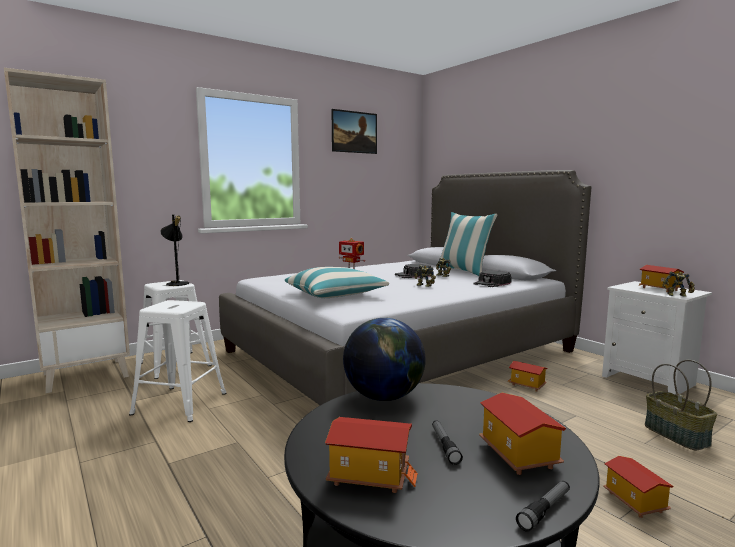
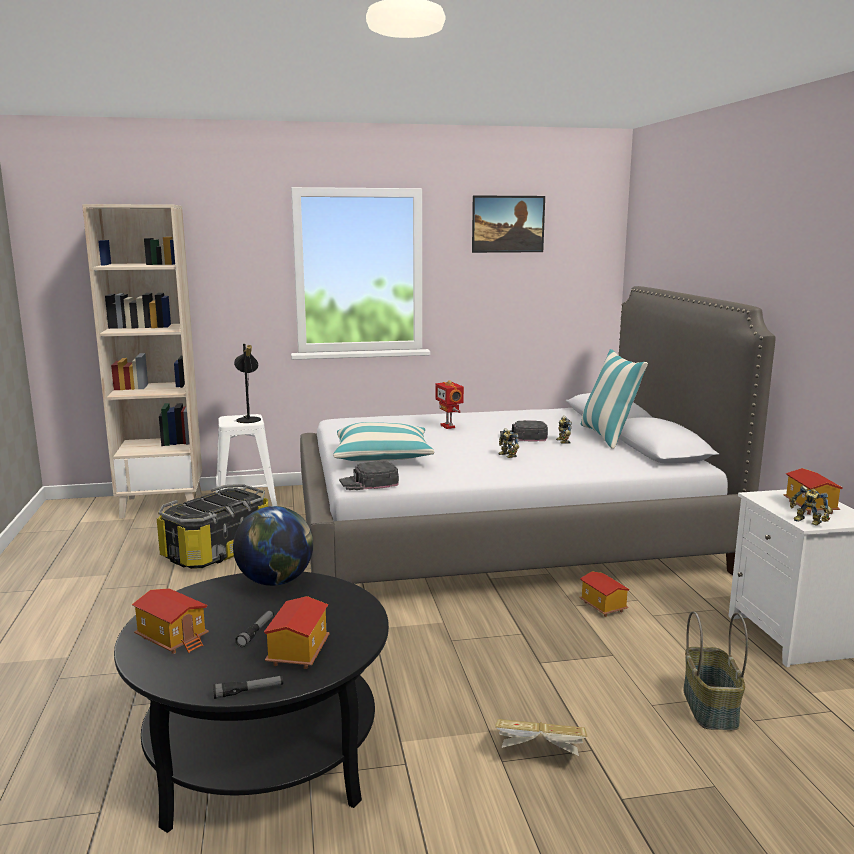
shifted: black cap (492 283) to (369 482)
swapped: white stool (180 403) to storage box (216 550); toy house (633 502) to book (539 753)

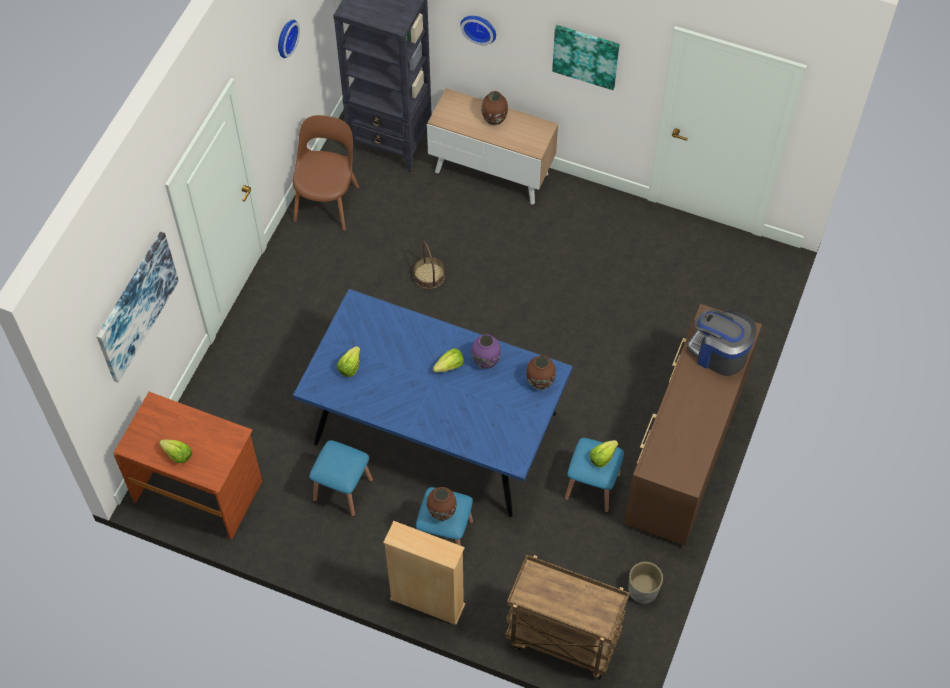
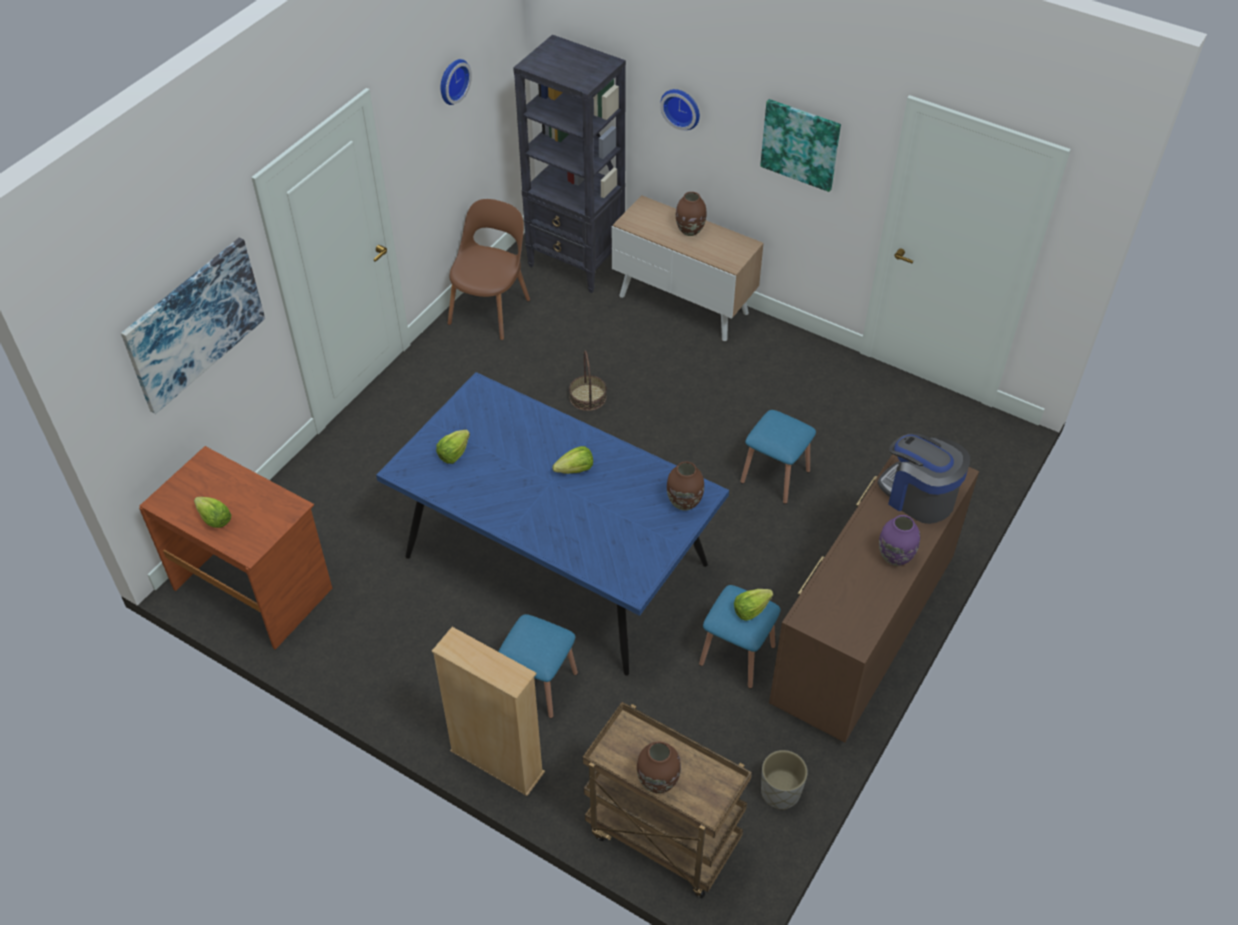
shifted: blue stool (343 490) to (775 476); brown vase (441 512) to (657 781); purple vase (485 361) to (894 556)

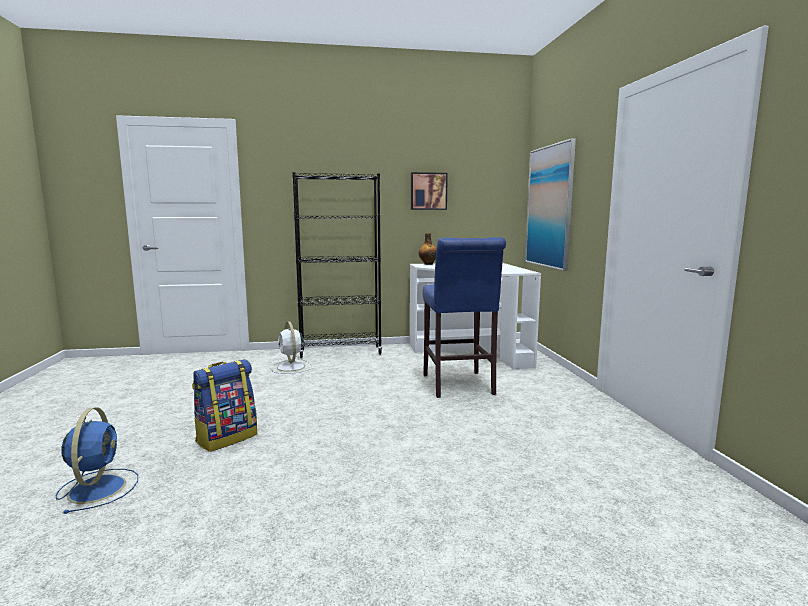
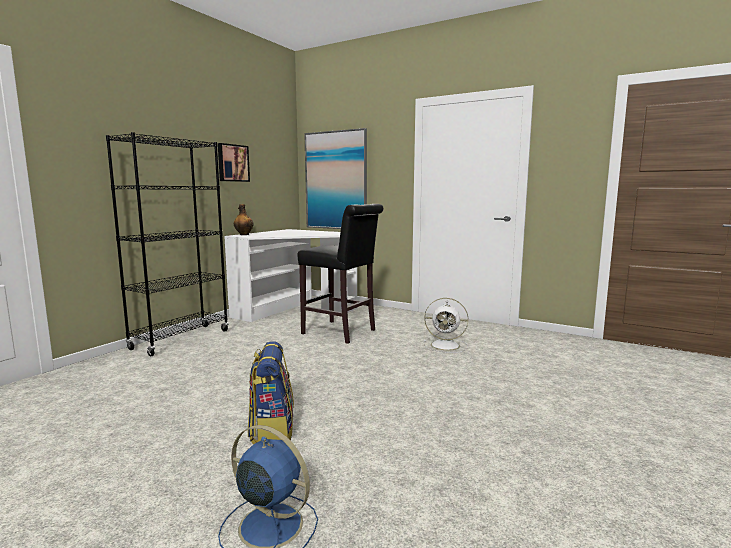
shifted: white fan (291 367) to (446 345)
repainted: blue stool (458 386) to black stool (342 333)

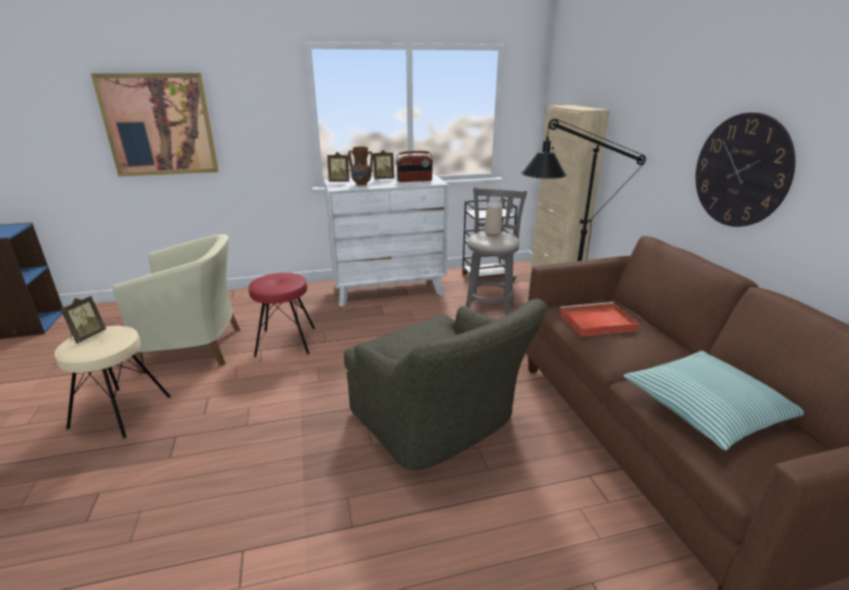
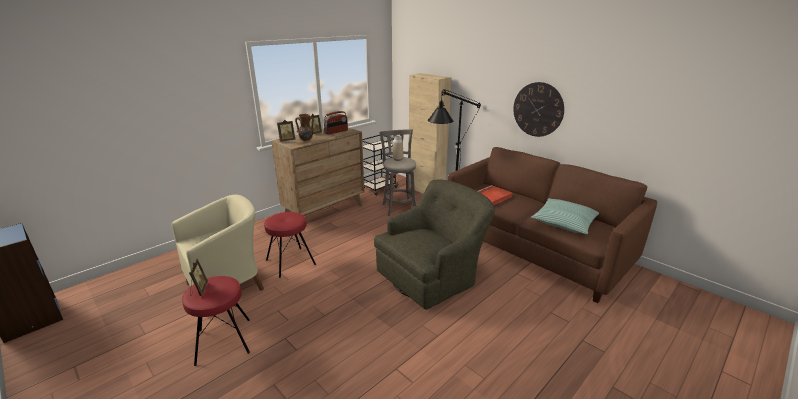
gone: picture (159 125)
repainted: beige stool (121 411) to red stool (223 341); white dresser (388 290) to brown dresser (324 211)
rotated: green armchair (440 424) = (432 275) 60 degrees counterclockwise

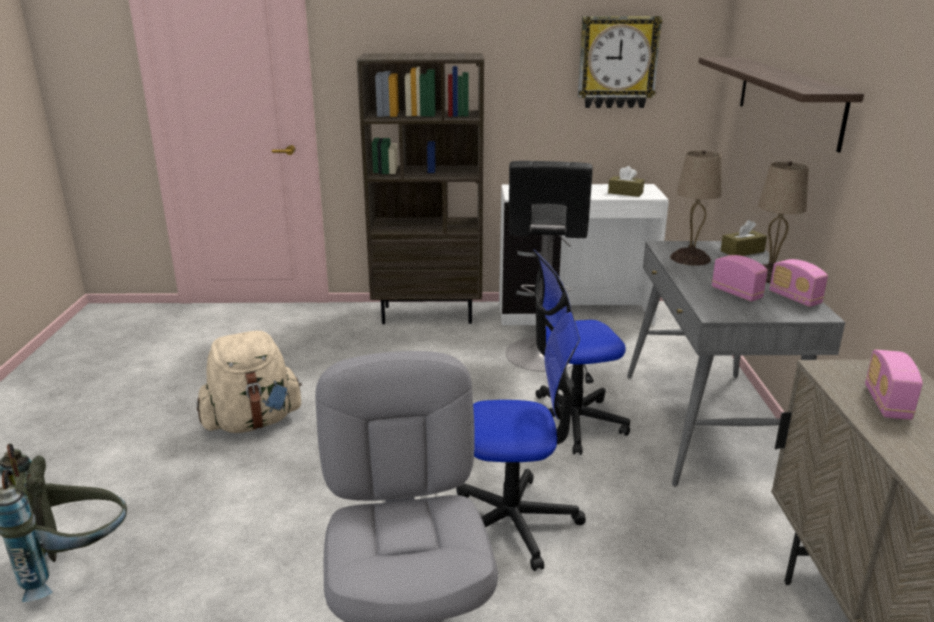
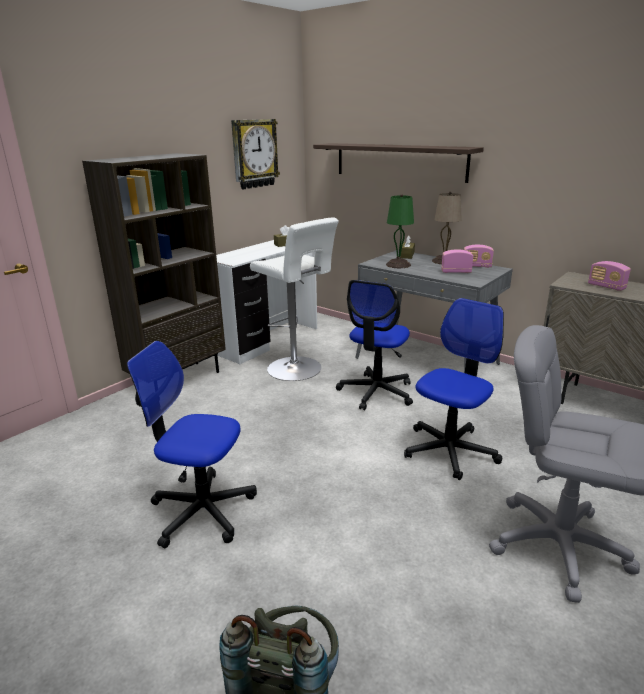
swapped: beige backpack (253 422) to office chair (202 510)
repainted: black stool (542 357) to white stool (297 369); beige table lamp (691 258) to green table lamp (398 264)

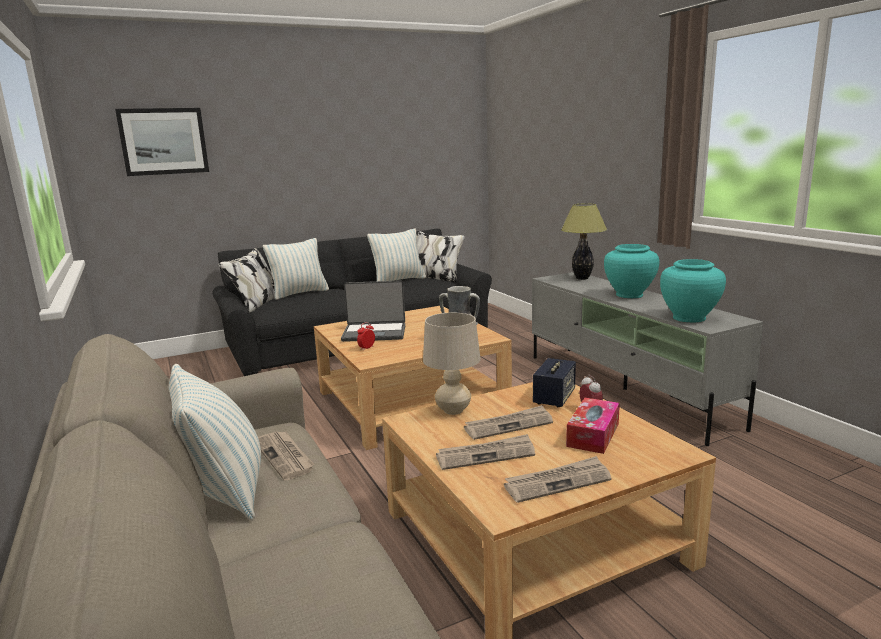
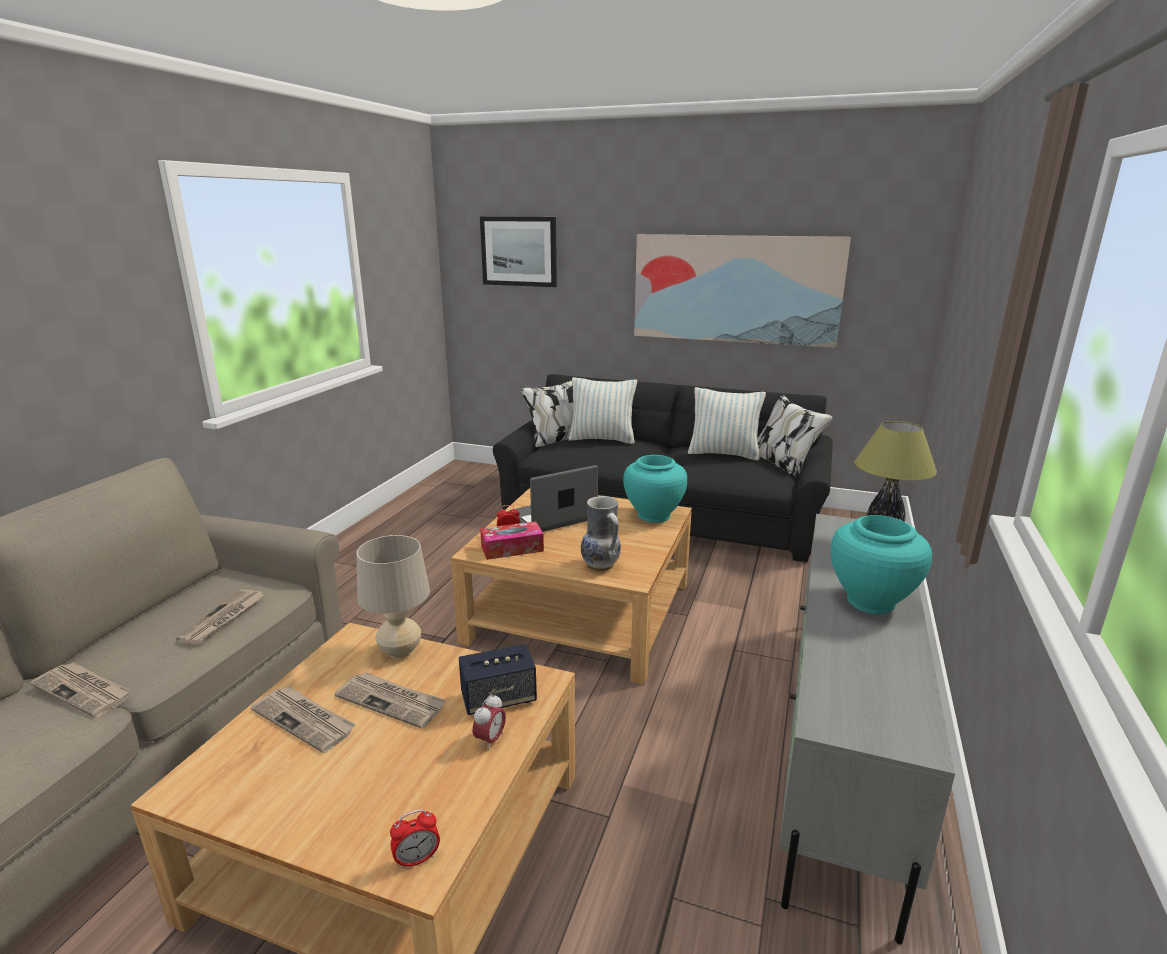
gone: pillow (222 491)
new: alarm clock (417 859); picture (735 289)
shifted: newspaper (557 482) to (84 691); tissue box (593 434) to (512 548); turquoise vase (689 318) to (653 516)
rotated: laptop (374 333) = (553 518) 105 degrees clockwise

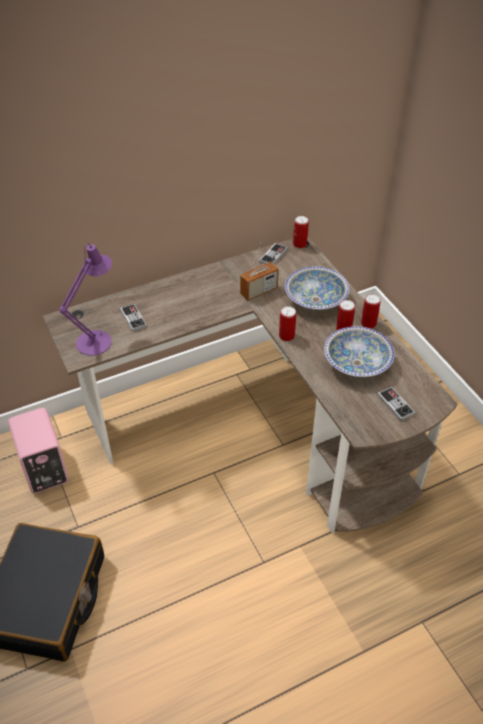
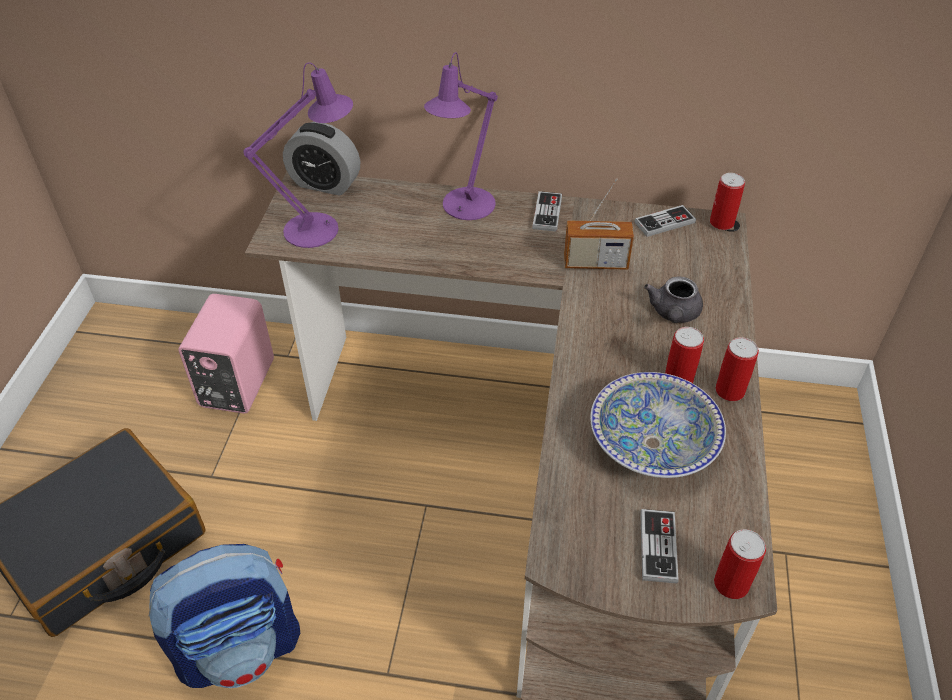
new: backpack (241 647); alarm clock (325 184); purple table lamp (464 208)
shifted: game controller (133 318) to (547 213); can (286 336) to (731 584)
swapped: bowl (316 300) to grey teapot (673 314)

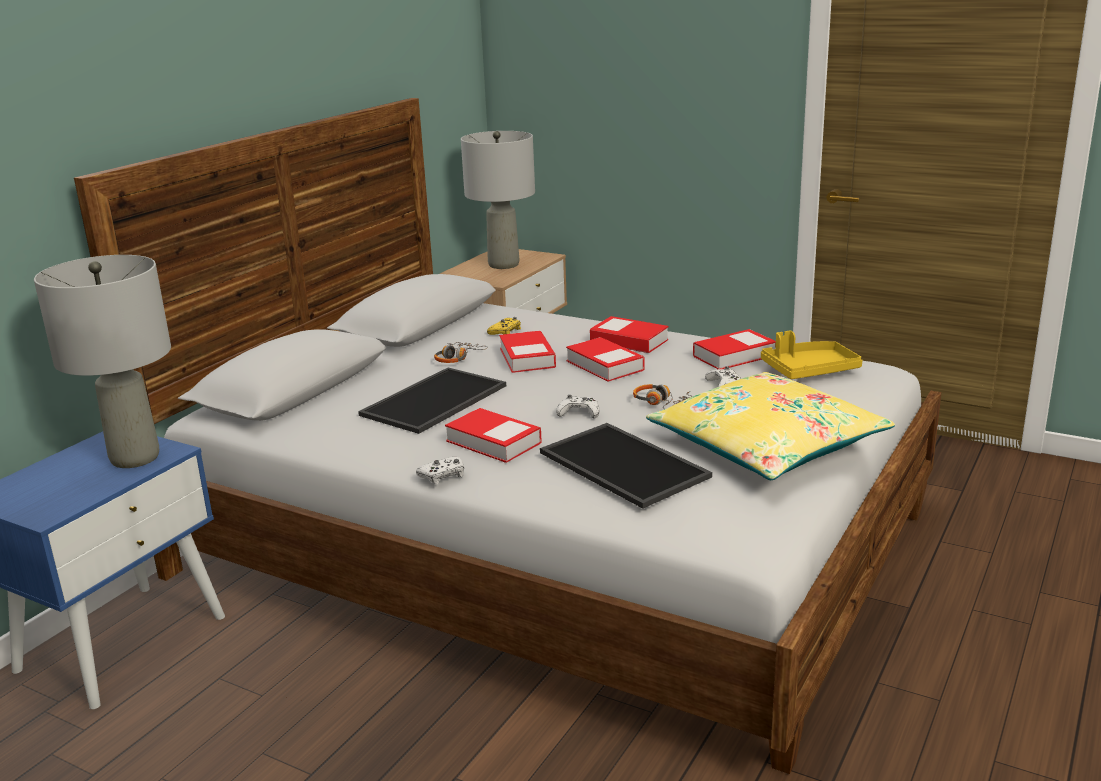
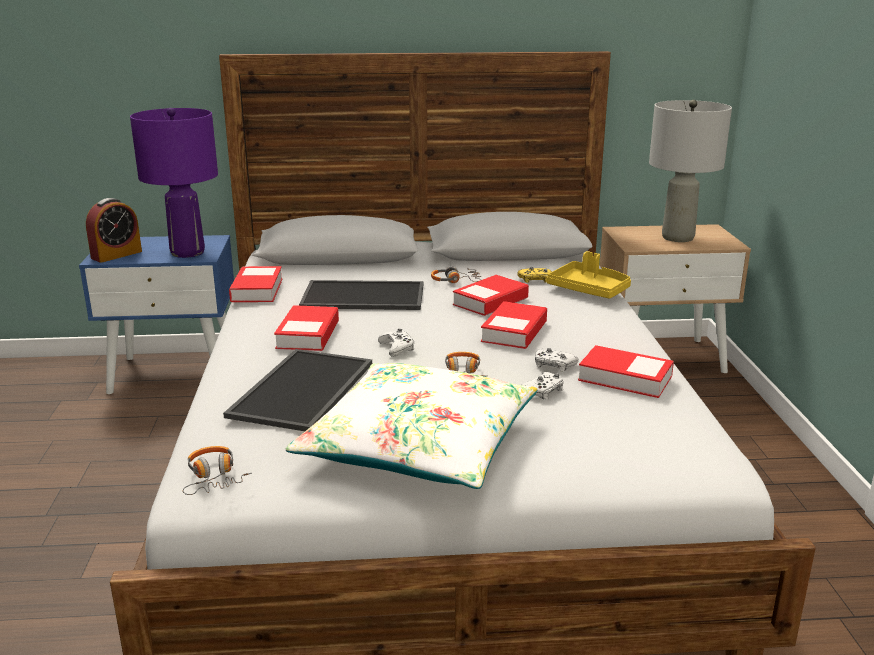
new: alarm clock (116 255); headphones (213 477)
shifted: white game controller (443 475) to (553 365); book (629 341) to (257 290); yellow tray (809 370) to (589 290)
repainted: grey table lamp (134 457) to purple table lamp (188 252); yellow pillow (766 446) to white pillow (419 445)

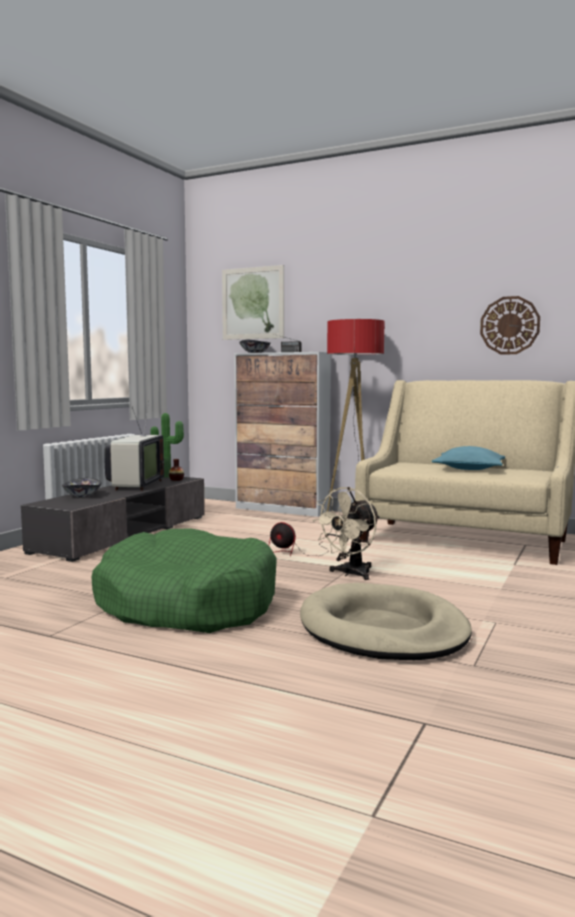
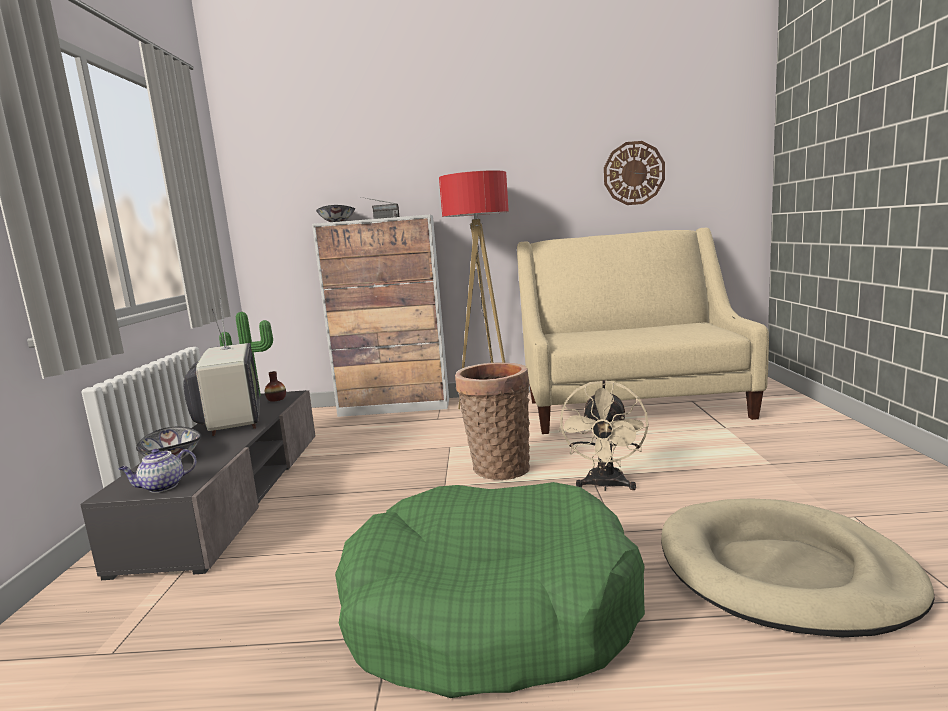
gone: picture (253 303); turquoise pillow (469 469)
new: teapot (162 487)
swapped: fan (295 552) to basket (497 467)

